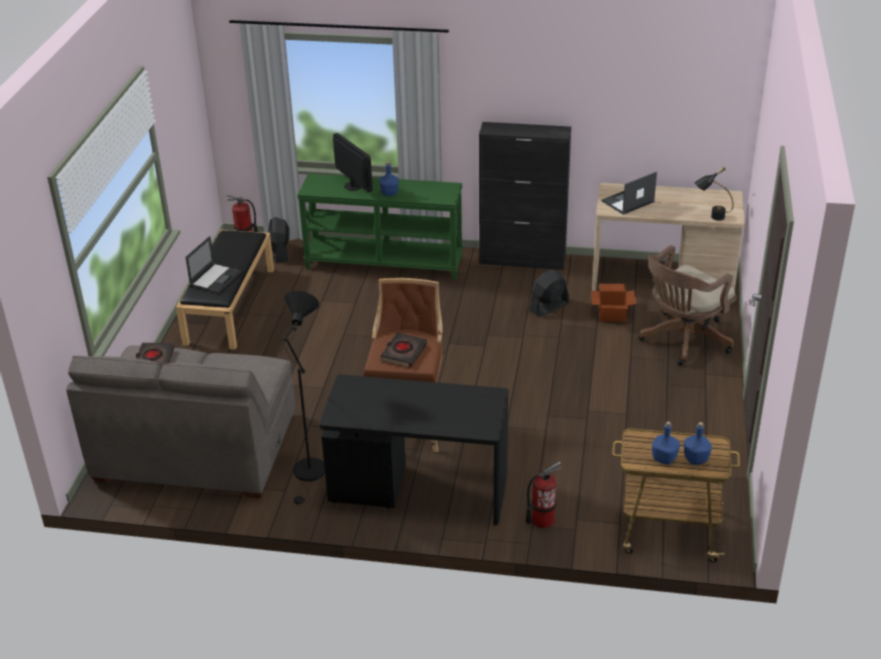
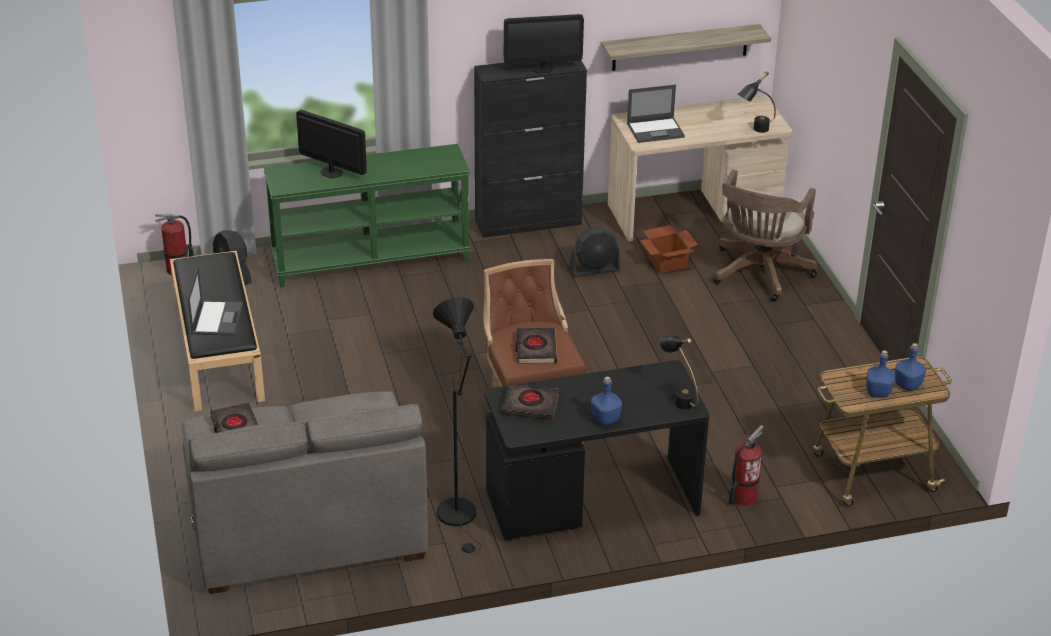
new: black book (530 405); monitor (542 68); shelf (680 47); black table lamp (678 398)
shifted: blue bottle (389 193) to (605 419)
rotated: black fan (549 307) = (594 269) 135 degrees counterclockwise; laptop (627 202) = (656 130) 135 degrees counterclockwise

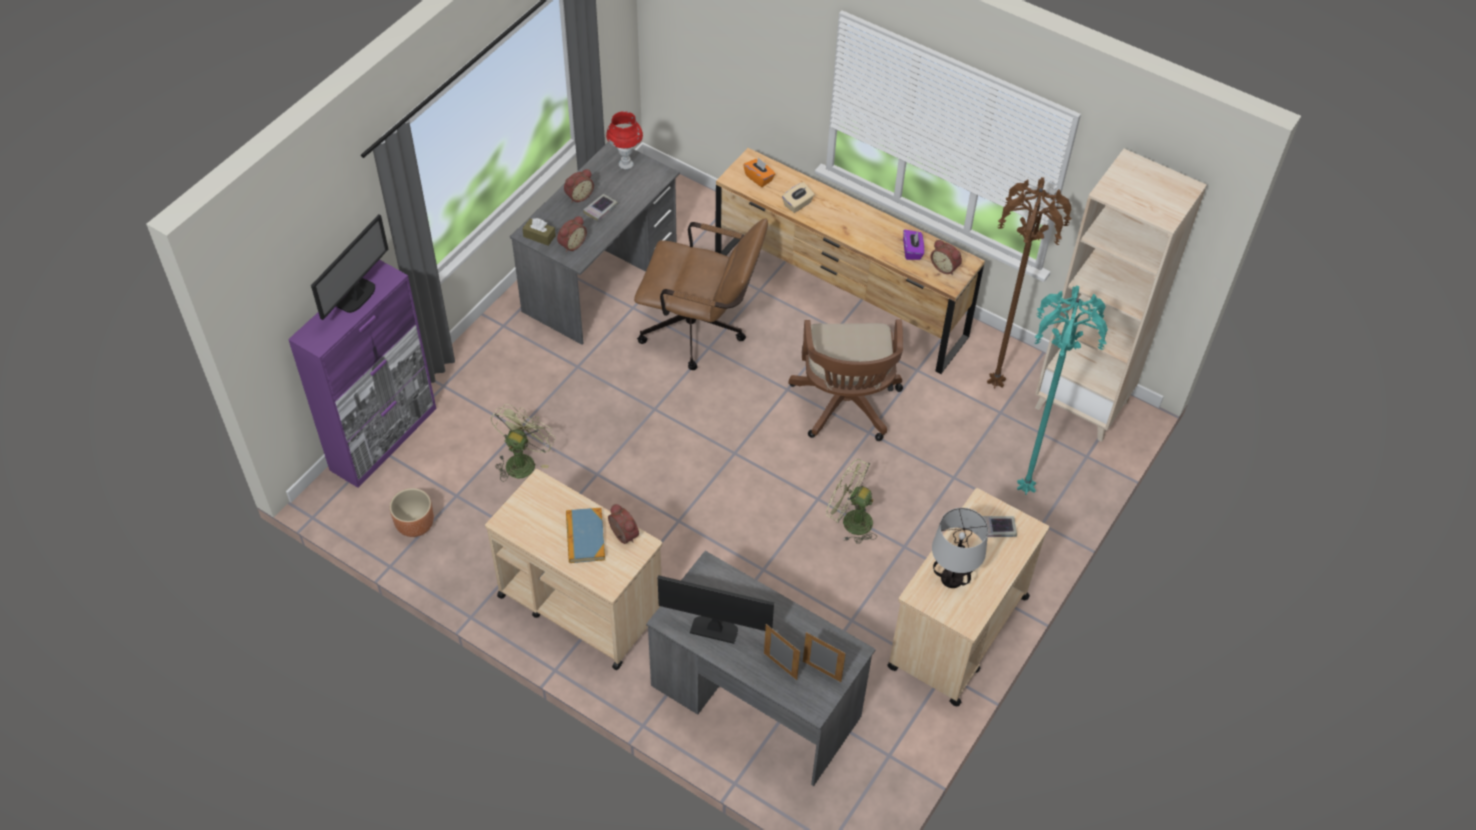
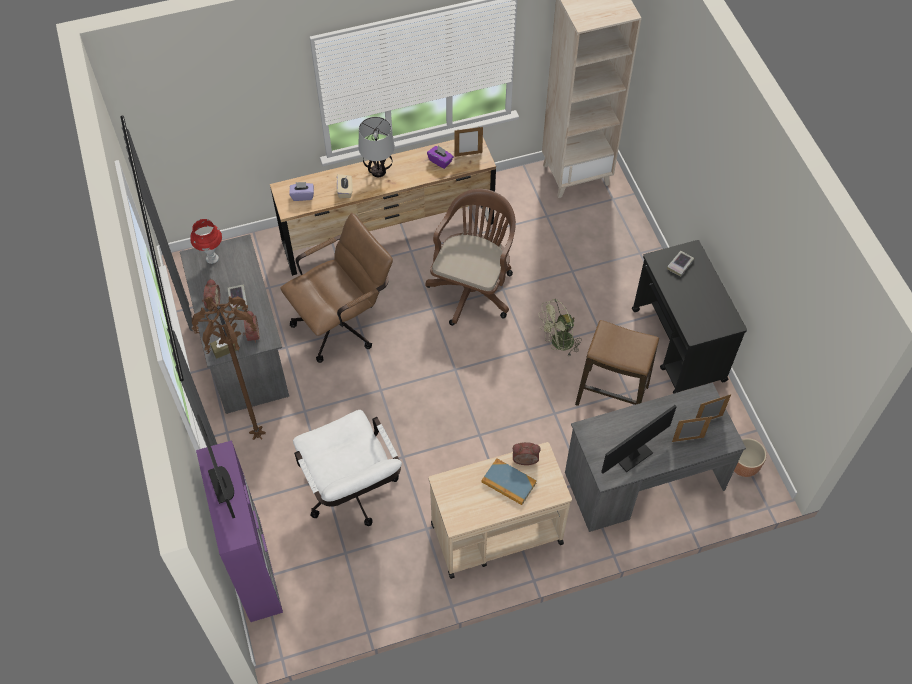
gone: turquoise floor lamp (1023 489)
new: stool (612 396)
shifted: brown planter (414 524) to (743 466); table lamp (952 579) to (379 172); brown floor lamp (995 386) to (259 436)
swapped: green fan (522 460) to white office chair (352 494); alarm clock (945 267) to picture frame (468 154)
repainted: orange tissue box (759 178) to purple tissue box (302 196); beige cart (957 632) to black cart (678 345)
rotated: brown office chair (845 406) = (473 287) 105 degrees counterclockwise

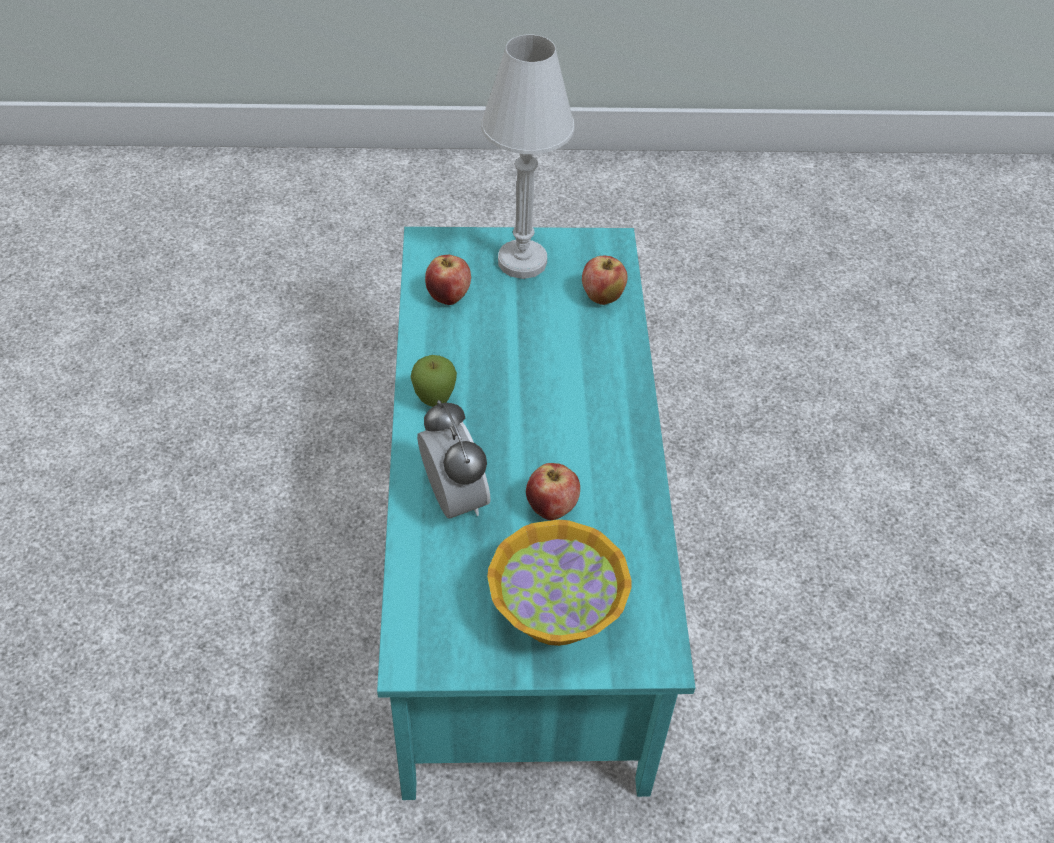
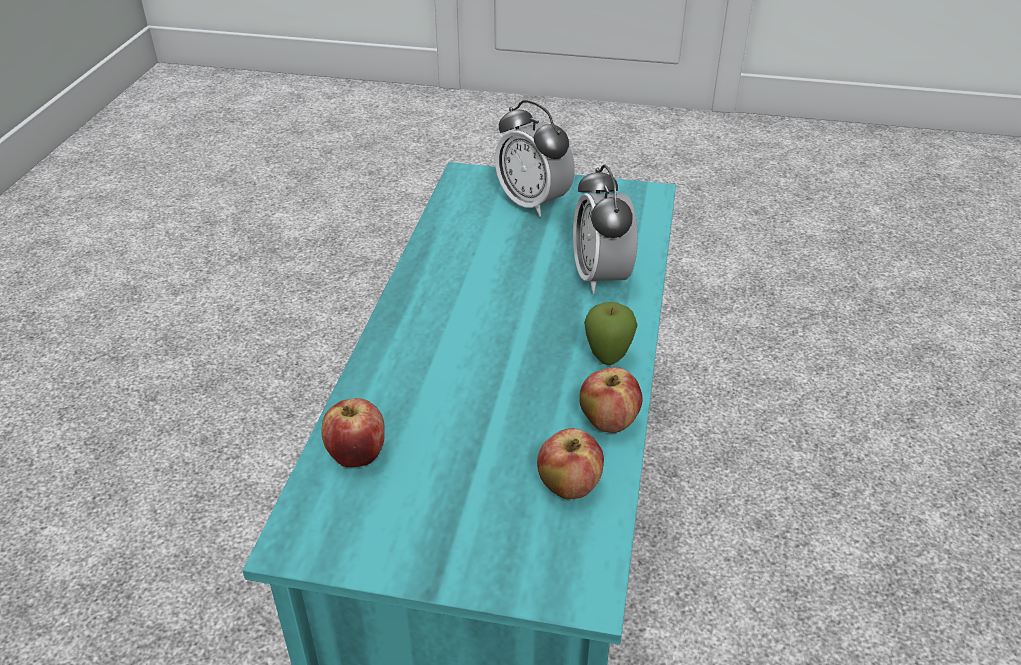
gone: white table lamp (522 262)
shifted: apple (551 508) to (608 422)
swapped: bowl (555 612) to alarm clock (533 203)

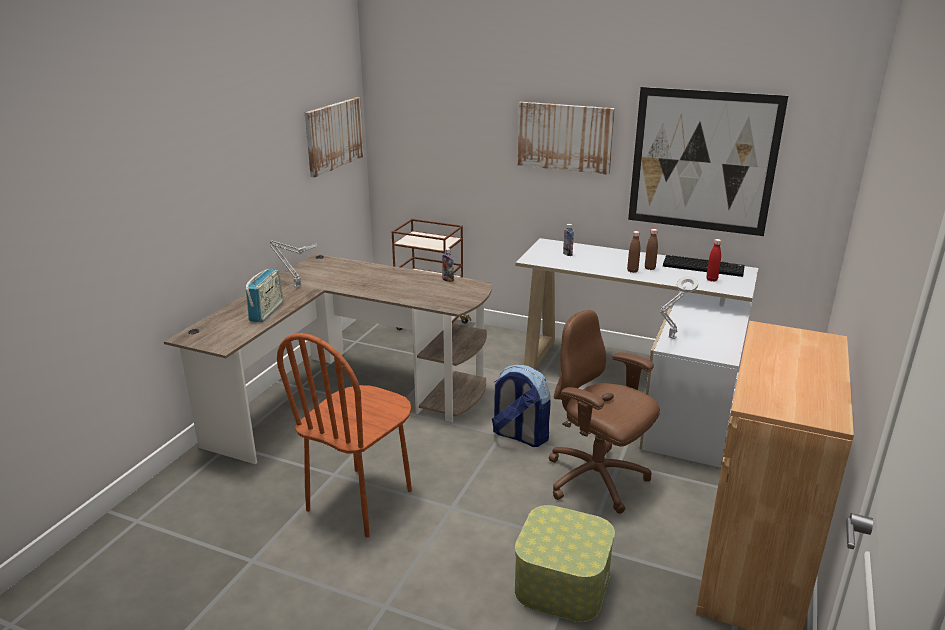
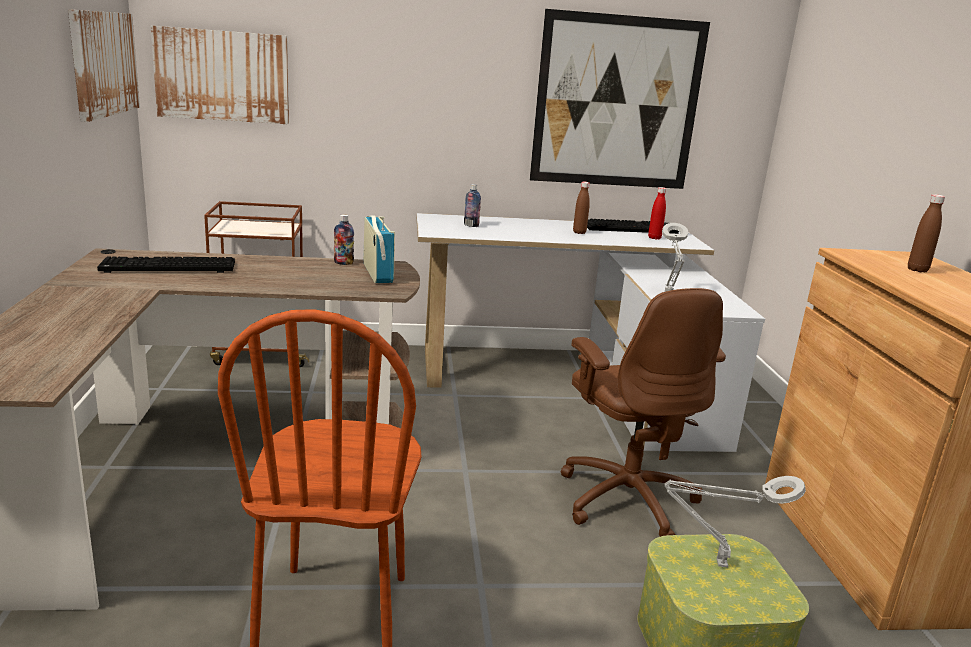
gone: backpack (519 436)
new: keyboard (167 268)
shifted: radio (266 311) to (377 273); grey table lamp (296 286) to (717 564); picture (565 137) to (222 76); brown bottle (632 271) to (917 270)
rotated: brown office chair (597 480) = (627 498) 120 degrees counterclockwise

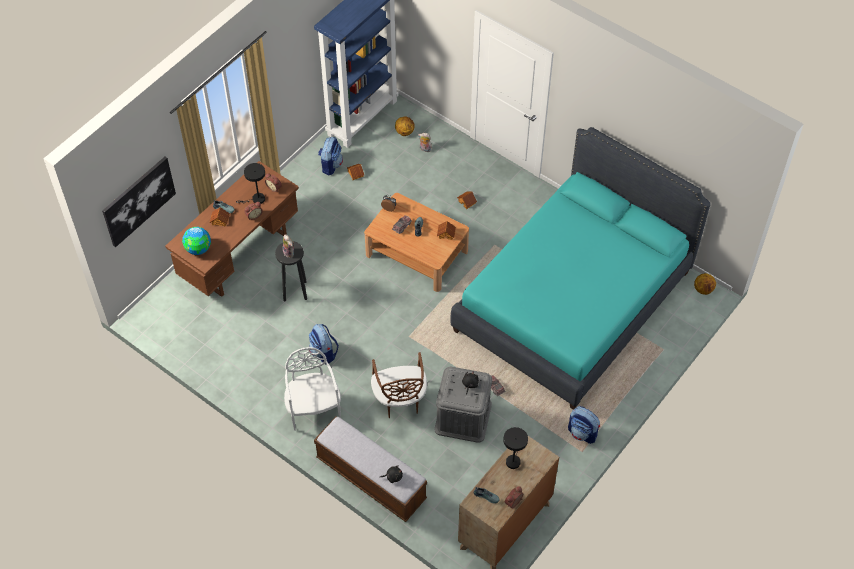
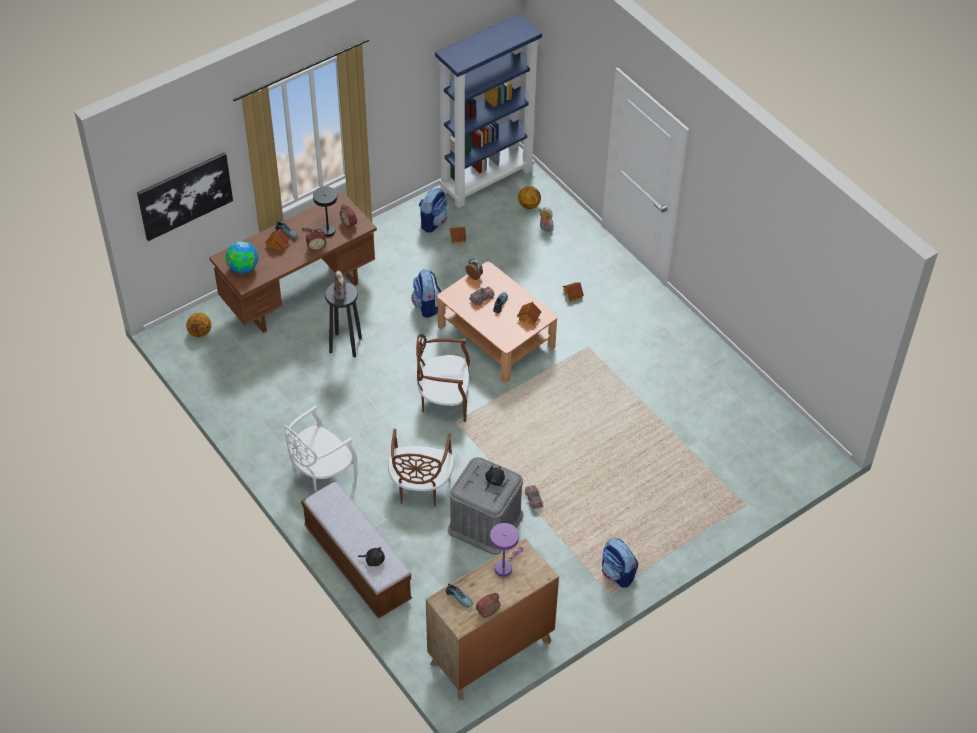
gone: turquoise bed (573 301)
new: brown chair (444 399)
shifted: backpack (324 352) to (427 306); basketball (703 289) to (200 332)
repainted: black table lamp (513 460) to purple table lamp (505 566)
rotated: white chair (313 408) = (321 472) 135 degrees counterclockwise

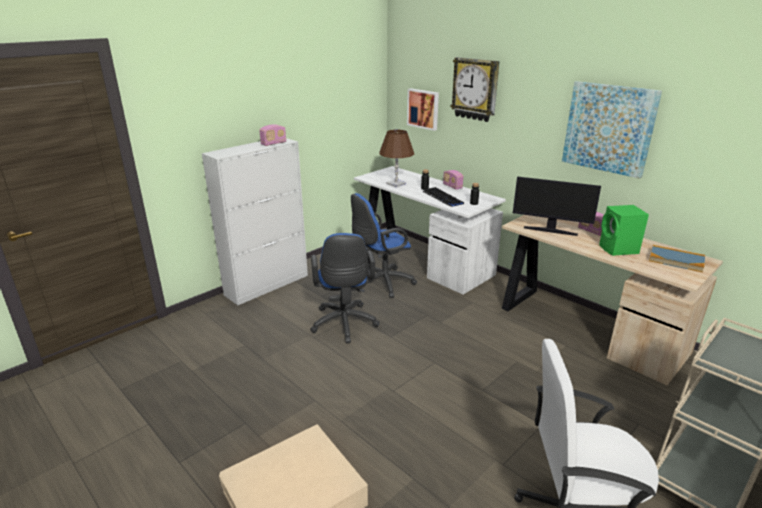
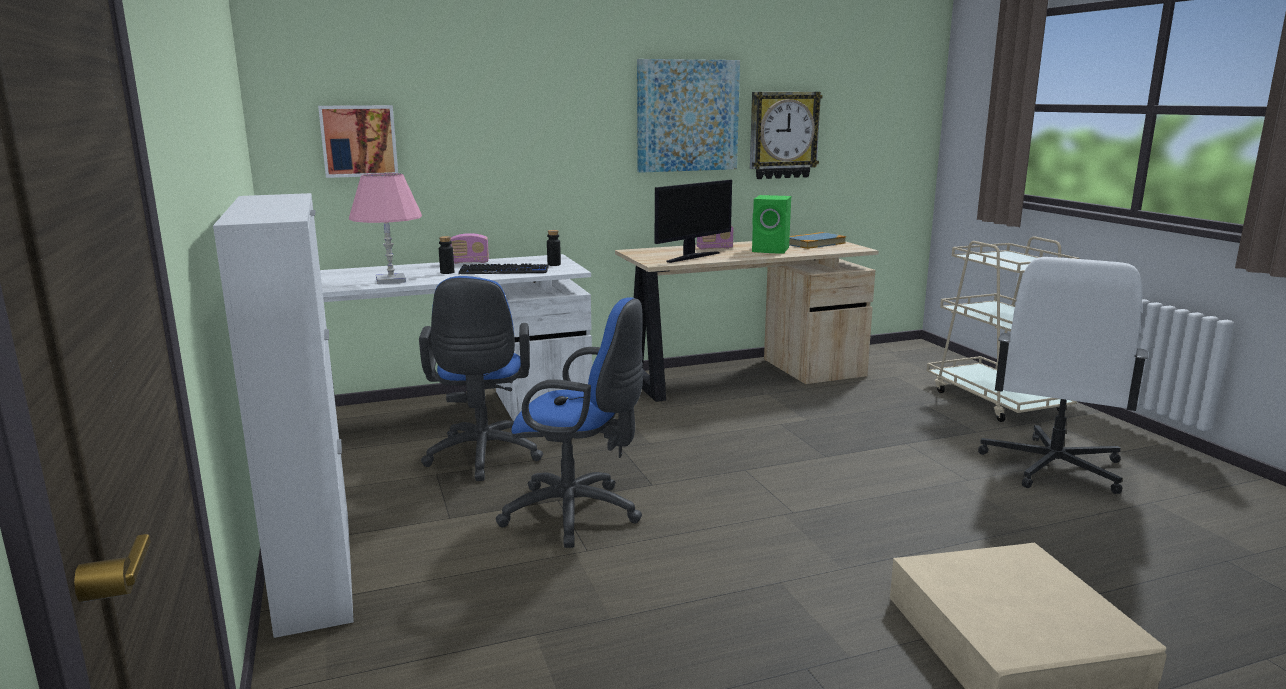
gone: radio (273 143)
shifted: wall clock (475 89) to (783 135)
repainted: brown table lamp (396 184) to pink table lamp (391 280)

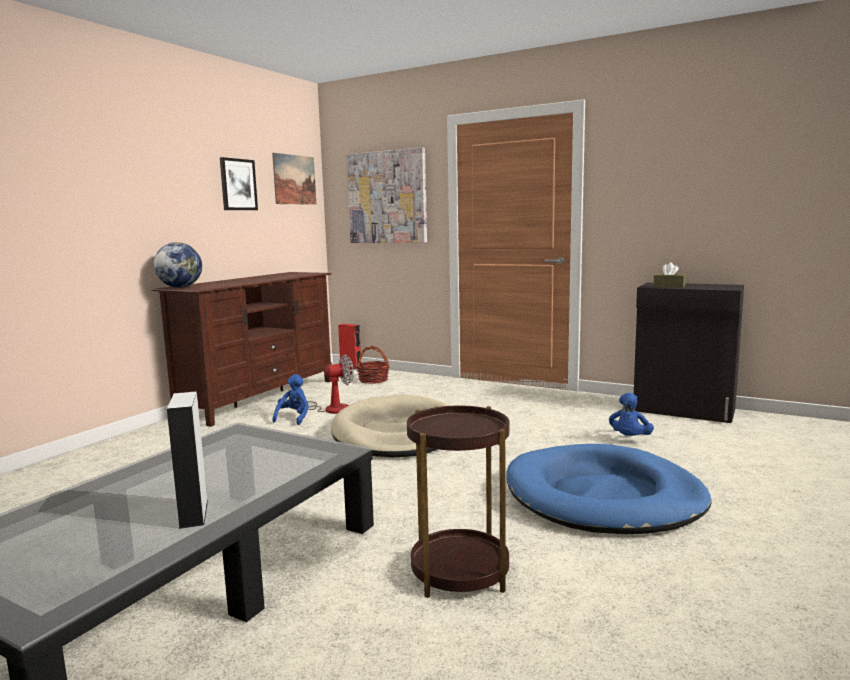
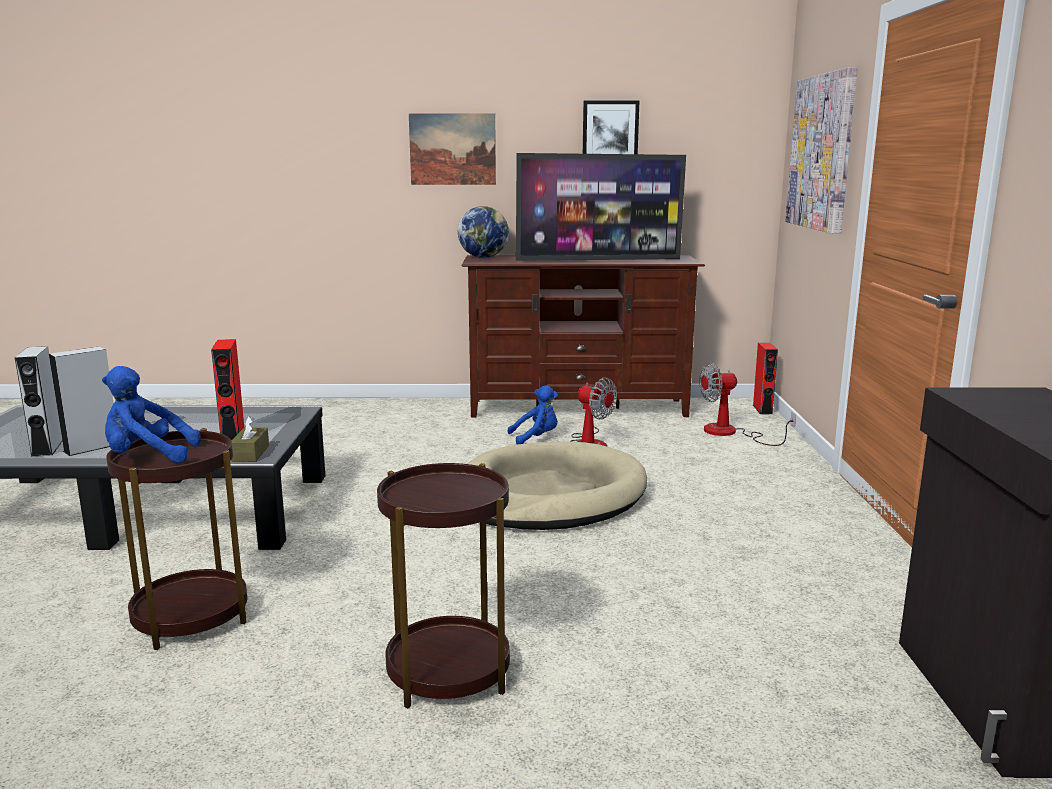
new: grey speaker (47 448); red speaker (233 437); television (598 260)
shifted: picture (294 179) to (452 149); blue plush toy (629 439) to (147 457); brown tissue box (669 286) to (250 453)
swapped: basket (373 380) to fan (731 433); blue dog bed (603 497) to brown side table (448 672)

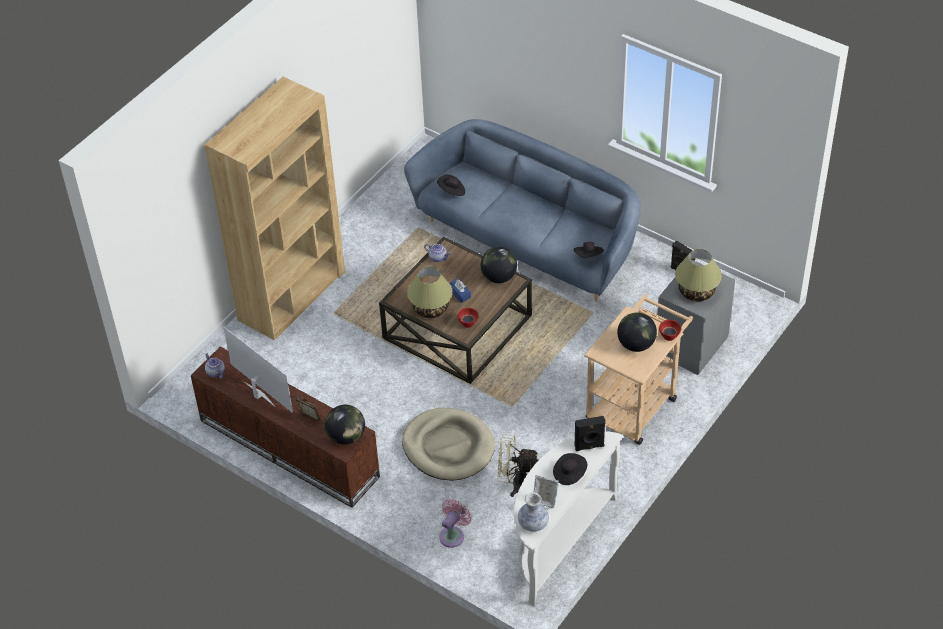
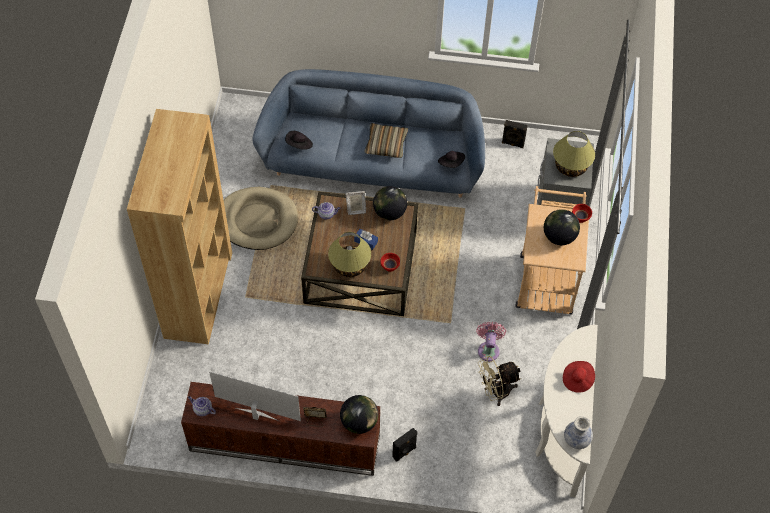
new: pillow (386 144)
shifted: beige dog bed (448 447) to (257 220); pink fan (453 535) to (488 349); picture frame (544 499) to (355 209); black speaker (589 446) to (404 452)
repainted: black hat (569 474) to red hat (577 380)

